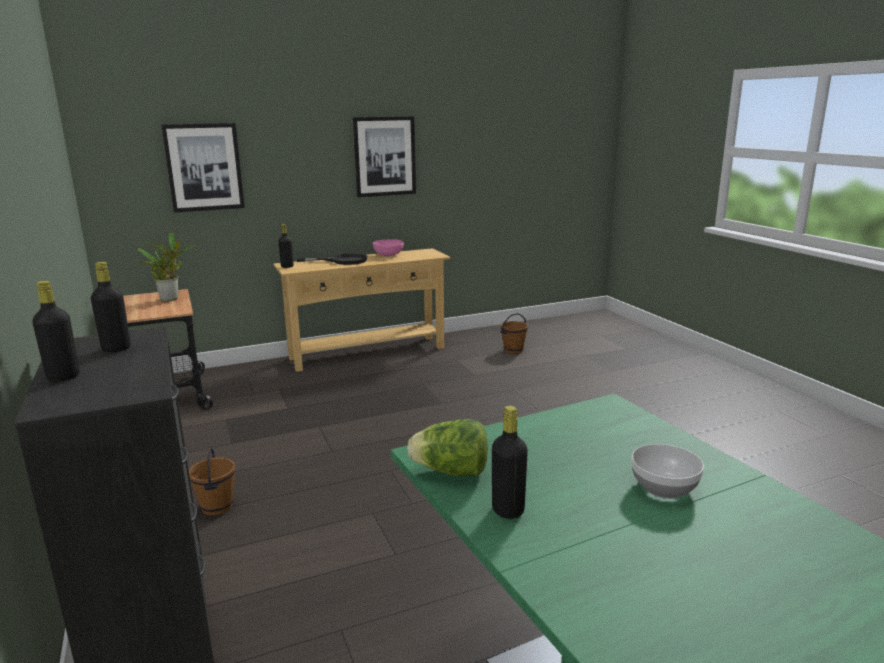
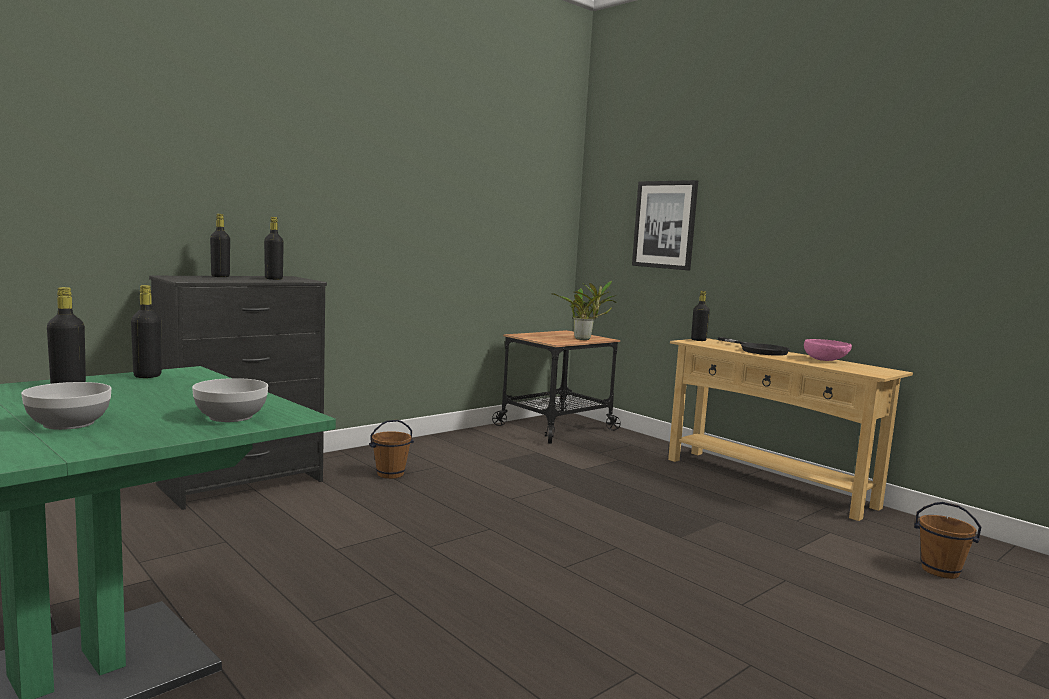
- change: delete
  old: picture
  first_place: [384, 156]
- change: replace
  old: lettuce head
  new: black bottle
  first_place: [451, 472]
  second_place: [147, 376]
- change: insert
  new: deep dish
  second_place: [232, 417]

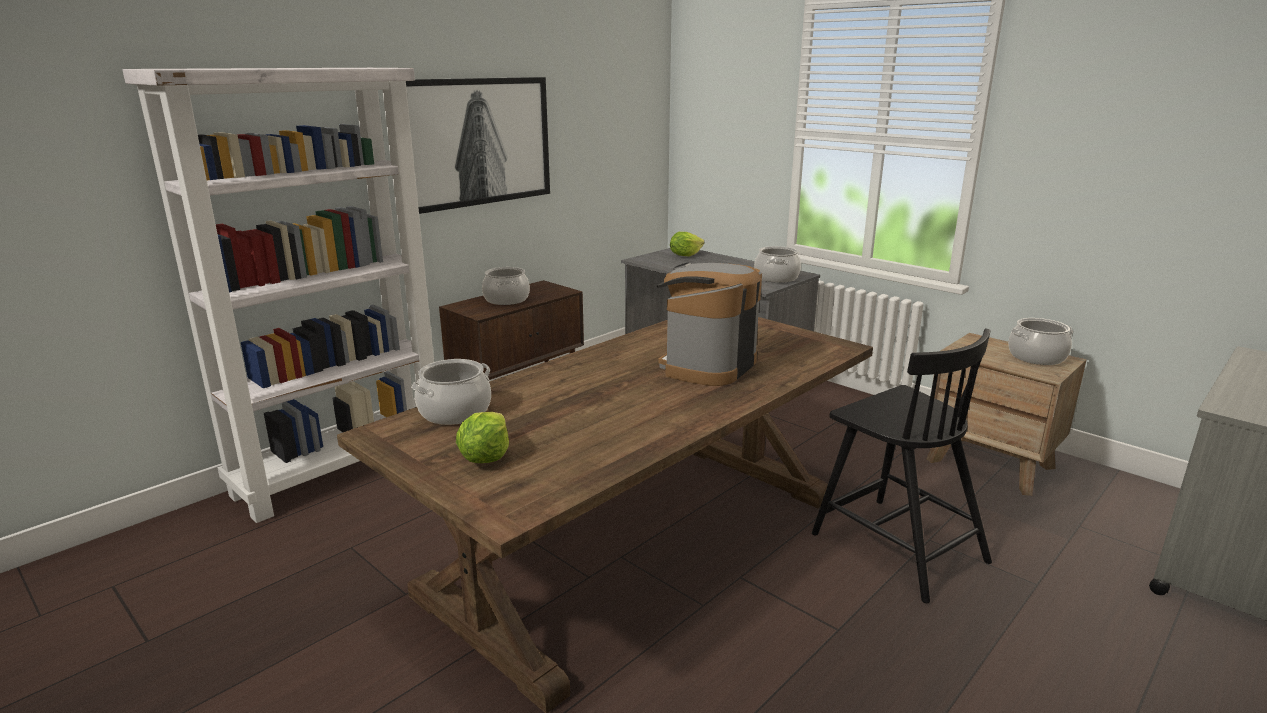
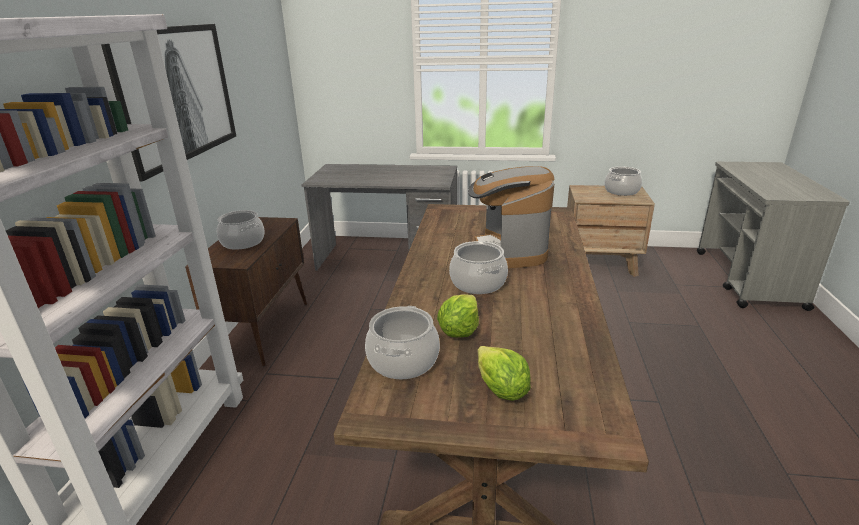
- change: move
  old: lettuce head
  first_place: [685, 255]
  second_place: [459, 330]
- change: move
  old: stockpot
  first_place: [776, 278]
  second_place: [477, 283]
- change: delete
  old: black plain chair
  first_place: [896, 546]

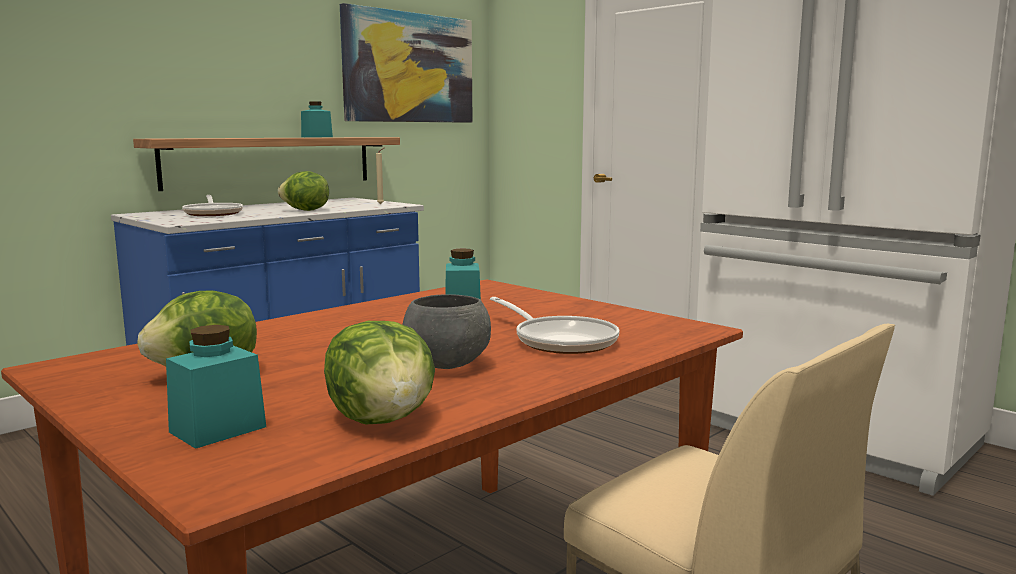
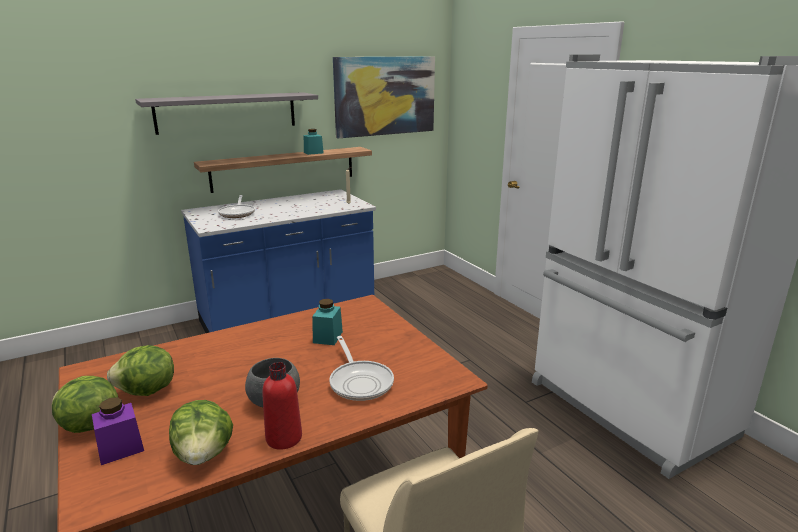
- change: move
  old: lettuce head
  first_place: [305, 210]
  second_place: [88, 426]
- change: recolor
  old: turquoise storage jar
  new: purple storage jar
  first_place: [218, 429]
  second_place: [121, 449]
- change: insert
  new: grey wall shelf
  second_place: [227, 112]
- change: insert
  new: red bottle
  second_place: [284, 438]

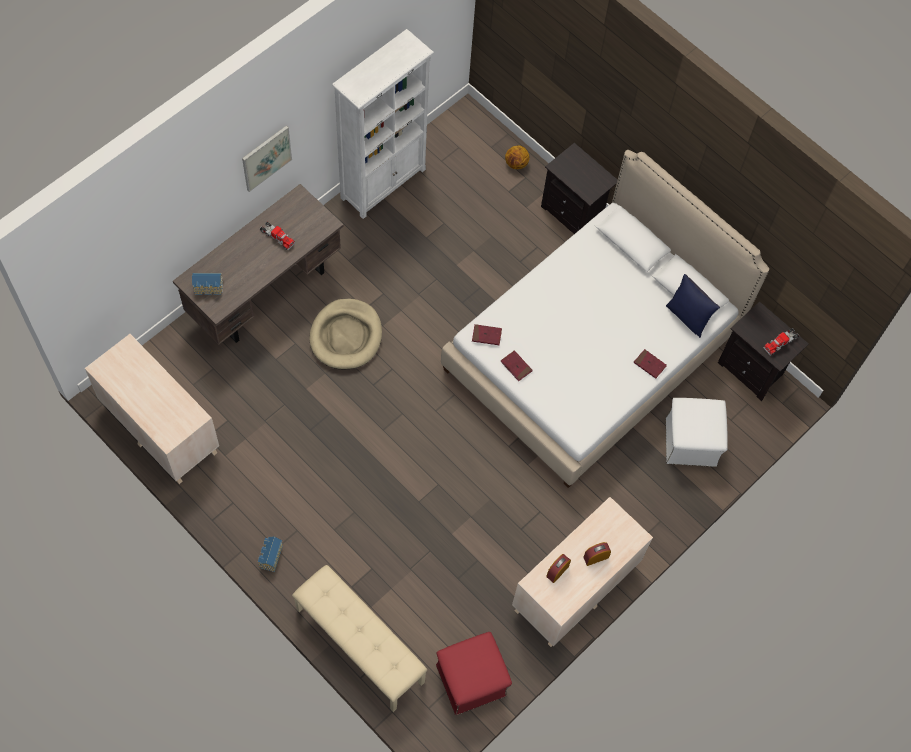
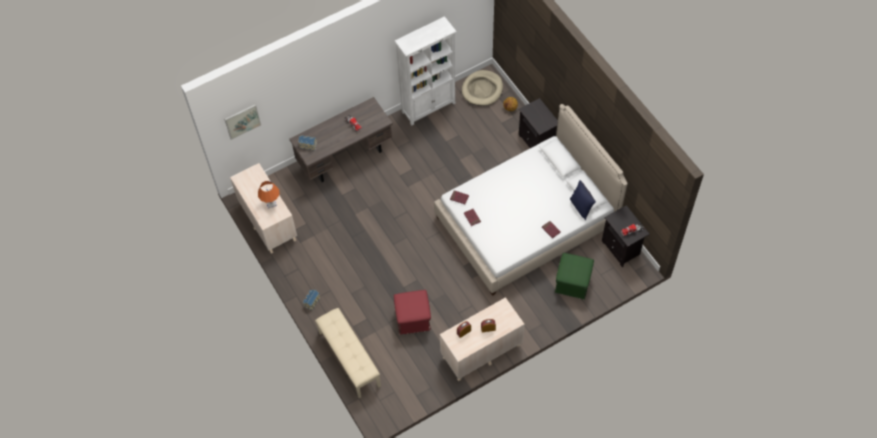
- change: move
  old: picture
  first_place: [266, 158]
  second_place: [242, 121]
- change: move
  old: sand-coloured dog cushion
  first_place: [346, 336]
  second_place: [482, 89]
- change: recolor
  old: white ottoman
  new: green-coloured ottoman
  first_place: [691, 442]
  second_place: [572, 283]
- change: move
  old: red ottoman
  first_place: [472, 680]
  second_place: [413, 319]
- change: insert
  new: orange-coloured table lamp
  second_place: [271, 203]

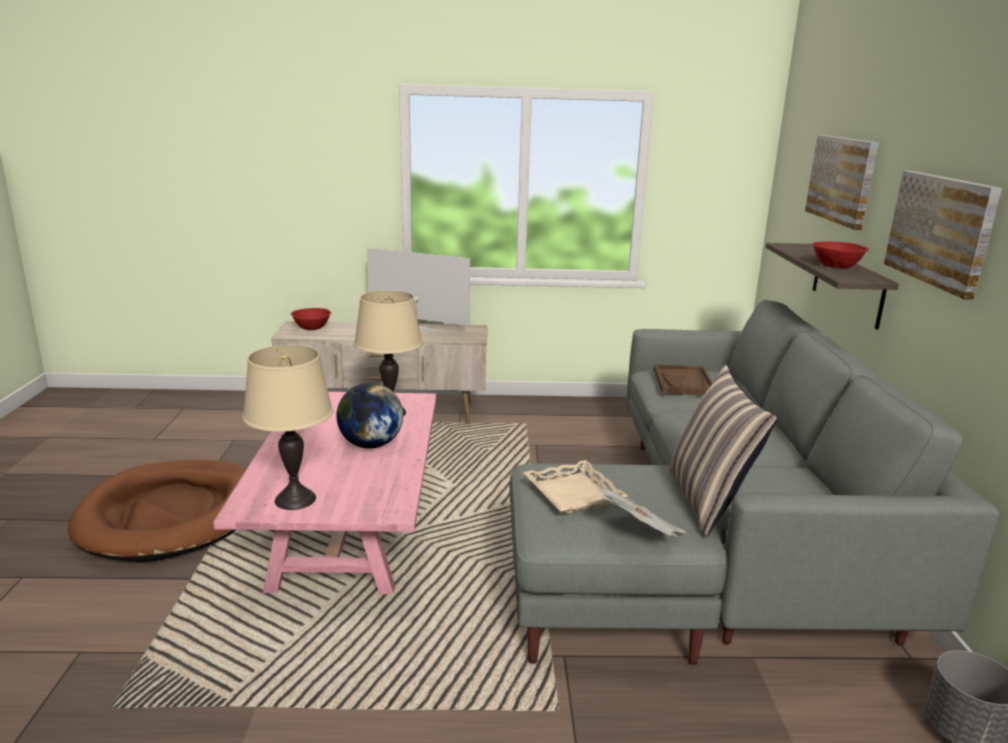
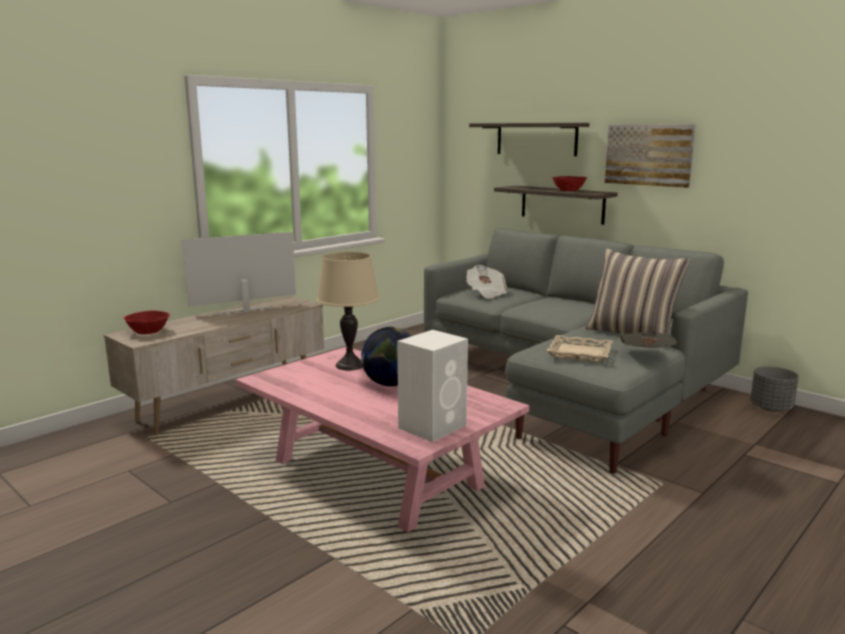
- change: replace
  old: picture
  new: wall shelf
  first_place: [842, 180]
  second_place: [536, 139]
- change: replace
  old: sand-coloured table lamp
  new: white speaker
  first_place: [295, 499]
  second_place: [433, 426]
- change: replace
  old: brownish serving tray
  new: printed paper
  first_place: [683, 382]
  second_place: [486, 293]
- change: delete
  old: brownish dog cushion
  first_place: [170, 515]

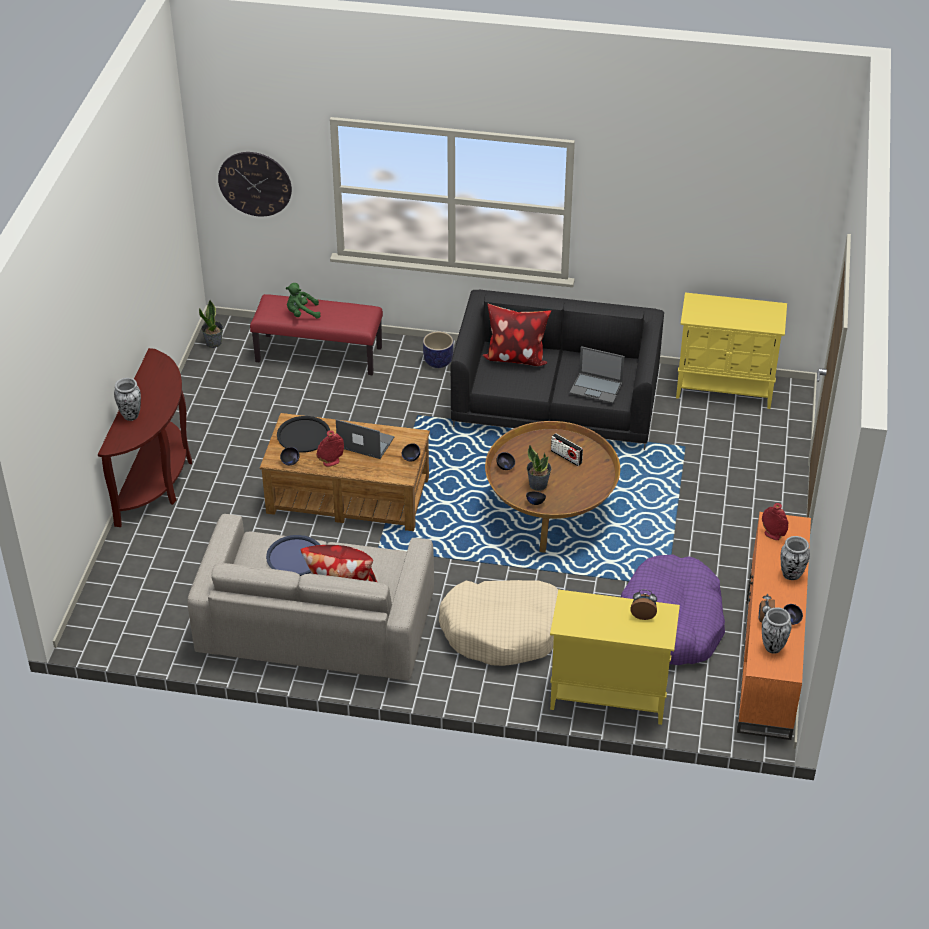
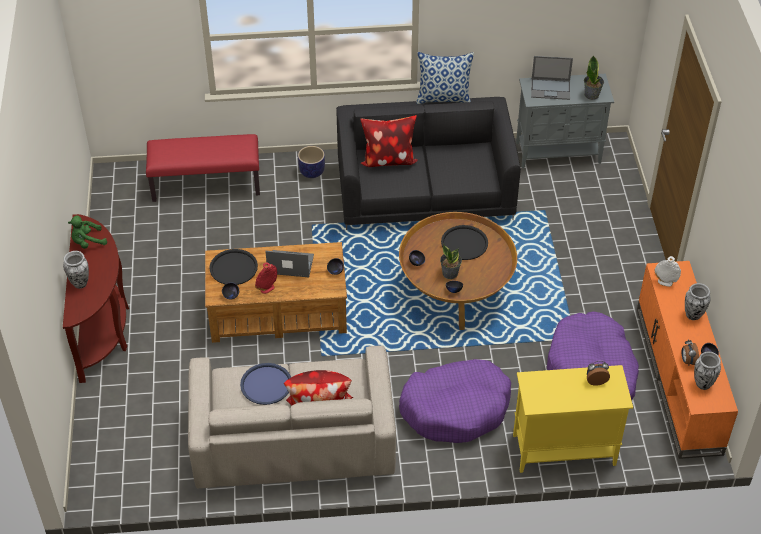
- change: delete
  old: wall clock
  first_place: [255, 183]
- change: move
  old: green-coloured cuddly toy
  first_place: [302, 313]
  second_place: [87, 242]
- change: recolor
  old: yellow storage cabinet
  new: grey storage cabinet
  first_place: [725, 389]
  second_place: [559, 152]
- change: move
  old: plant in a pot
  first_place: [214, 343]
  second_place: [592, 95]
- change: move
  old: notebook computer
  first_place: [596, 388]
  second_place: [551, 89]
- change: replace
  old: radio receiver
  new: black serving tray
  first_place: [566, 457]
  second_place: [464, 243]
- change: recolor
  old: red decorative vase
  new: white decorative vase
  first_place: [772, 535]
  second_place: [665, 282]
- change: recolor
  old: sand-coloured dog cushion
  new: purple dog cushion
  first_place: [504, 630]
  second_place: [456, 408]
- change: insert
  new: cushion
  second_place: [444, 98]

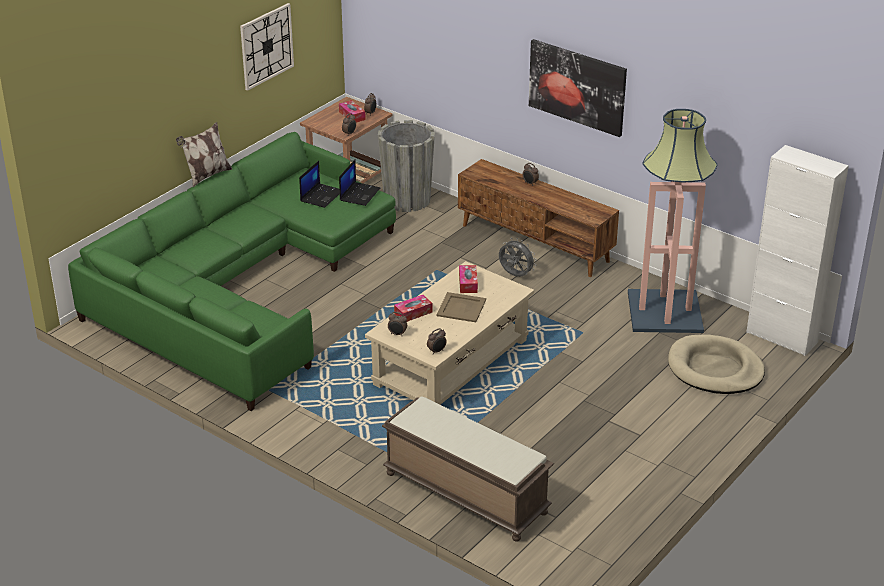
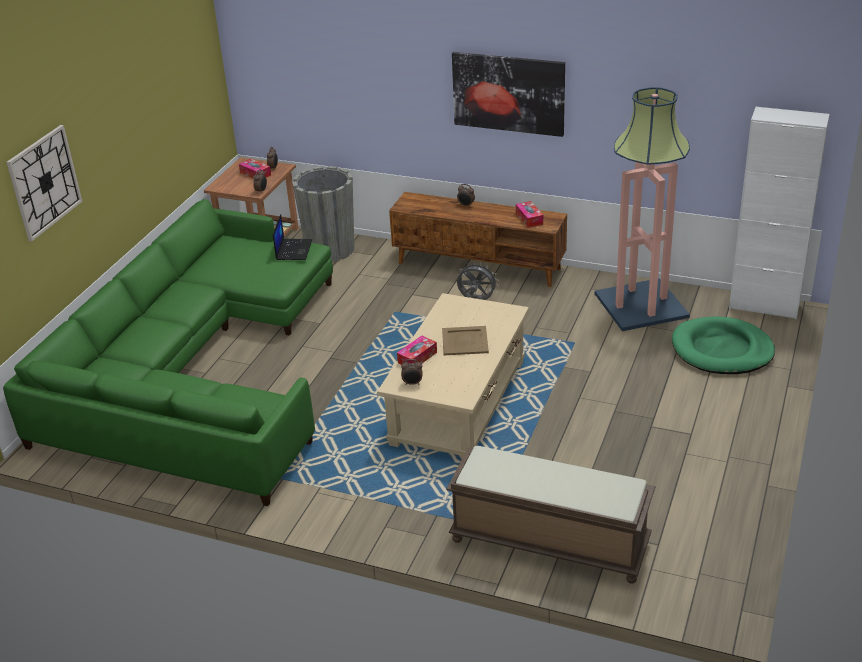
- change: move
  old: wall clock
  first_place: [266, 46]
  second_place: [44, 182]
- change: delete
  old: cushion
  first_place: [207, 175]
- change: delete
  old: notebook computer
  first_place: [321, 195]
- change: move
  old: tissue box
  first_place: [468, 283]
  second_place: [529, 219]
- change: delete
  old: bedside clock
  first_place: [437, 351]
- change: recolor
  old: sand-coloured dog cushion
  new: green-coloured dog cushion
  first_place: [715, 369]
  second_place: [722, 350]

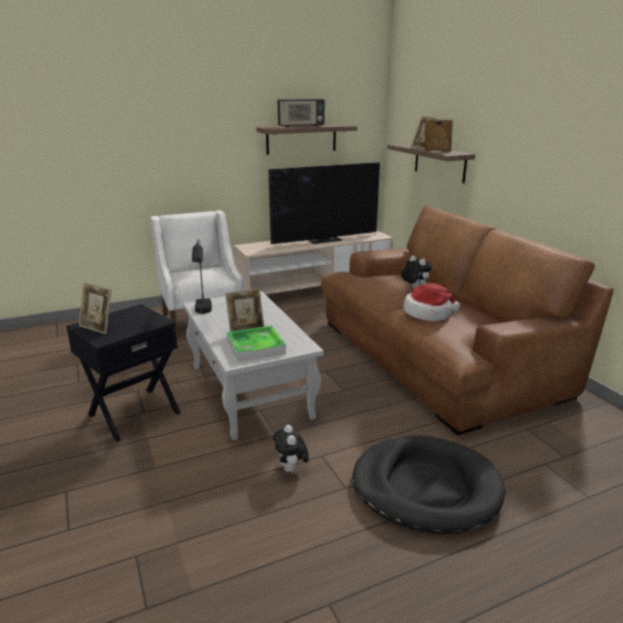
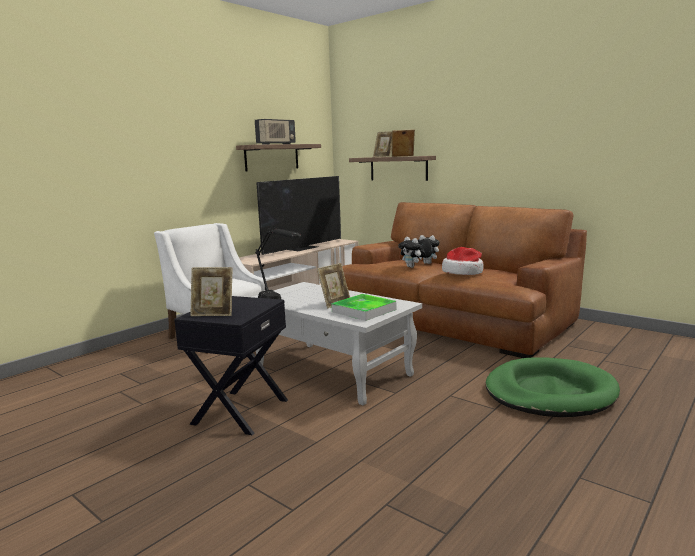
- change: move
  old: cuddly toy
  first_place: [291, 469]
  second_place: [412, 267]
- change: recolor
  old: black dog cushion
  new: green-coloured dog cushion
  first_place: [426, 487]
  second_place: [549, 393]

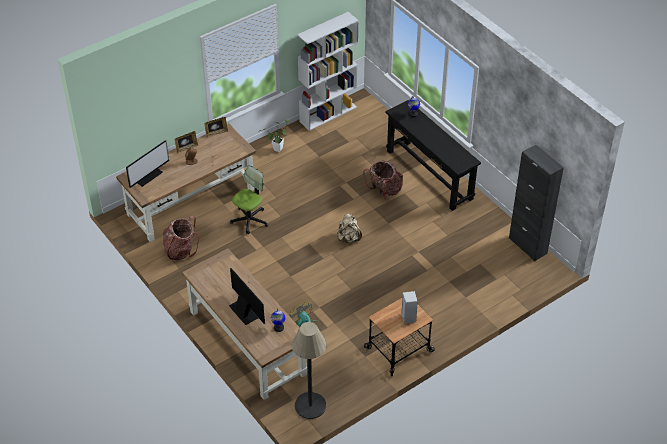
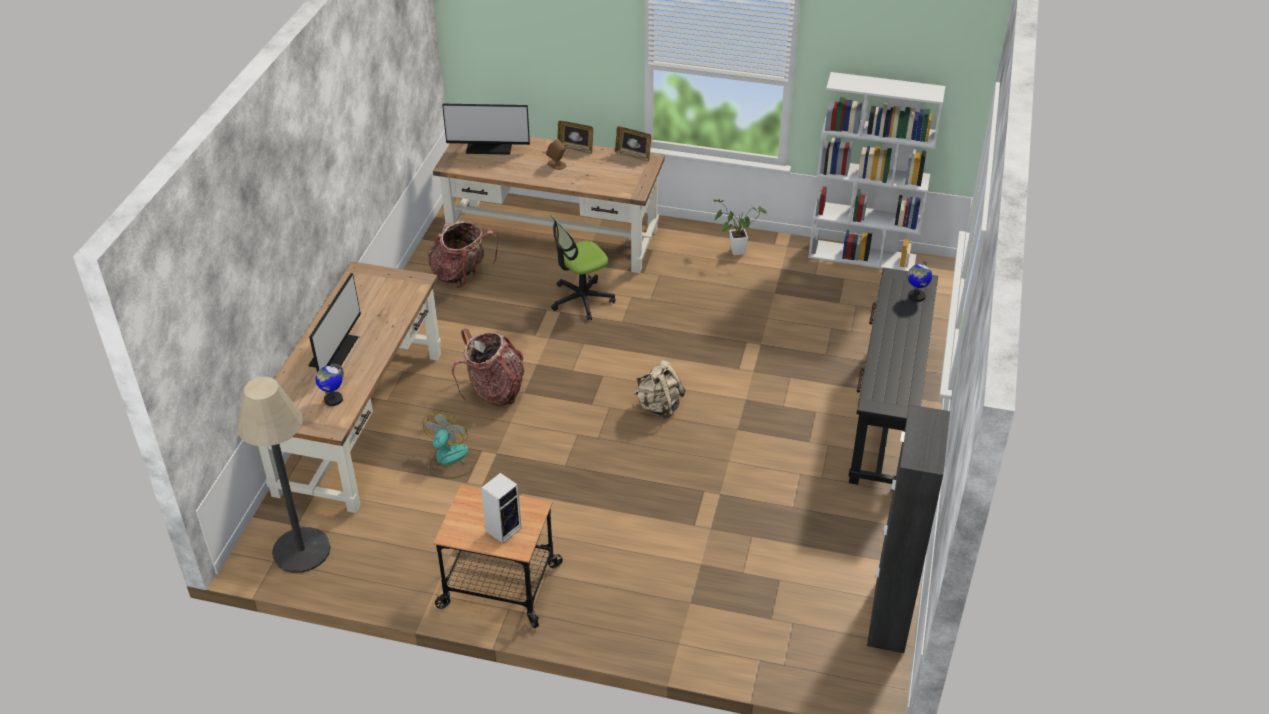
- change: move
  old: rucksack
  first_place: [384, 190]
  second_place: [494, 391]
- change: rotate
  old: computer chair
  first_place: [249, 220]
  second_place: [581, 299]
  degrees: 150

